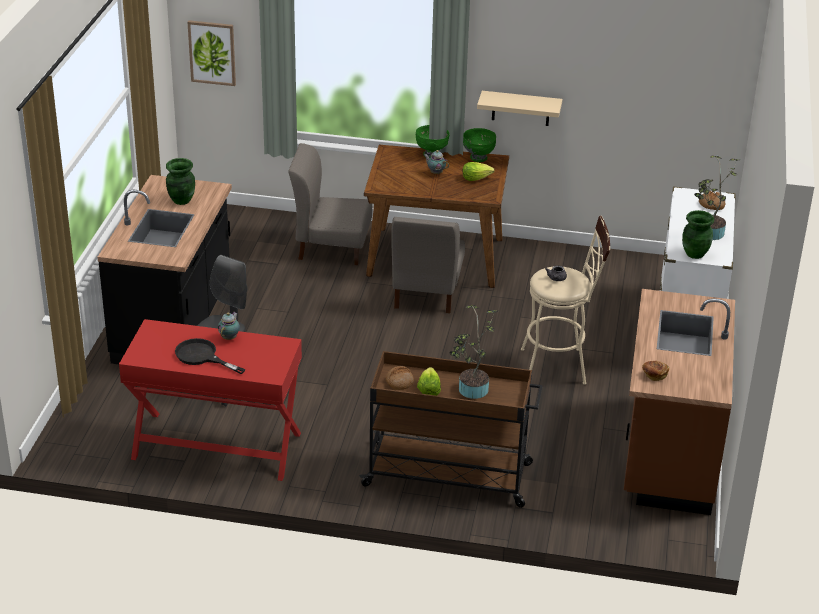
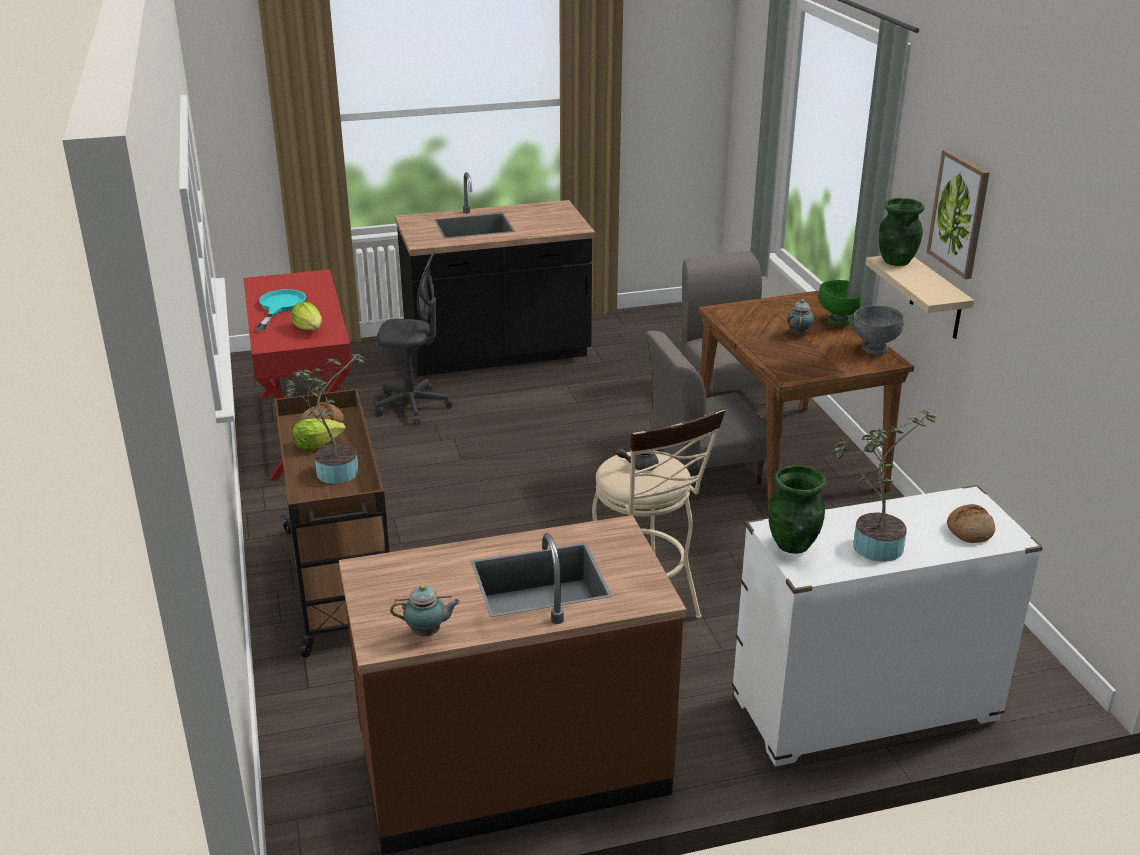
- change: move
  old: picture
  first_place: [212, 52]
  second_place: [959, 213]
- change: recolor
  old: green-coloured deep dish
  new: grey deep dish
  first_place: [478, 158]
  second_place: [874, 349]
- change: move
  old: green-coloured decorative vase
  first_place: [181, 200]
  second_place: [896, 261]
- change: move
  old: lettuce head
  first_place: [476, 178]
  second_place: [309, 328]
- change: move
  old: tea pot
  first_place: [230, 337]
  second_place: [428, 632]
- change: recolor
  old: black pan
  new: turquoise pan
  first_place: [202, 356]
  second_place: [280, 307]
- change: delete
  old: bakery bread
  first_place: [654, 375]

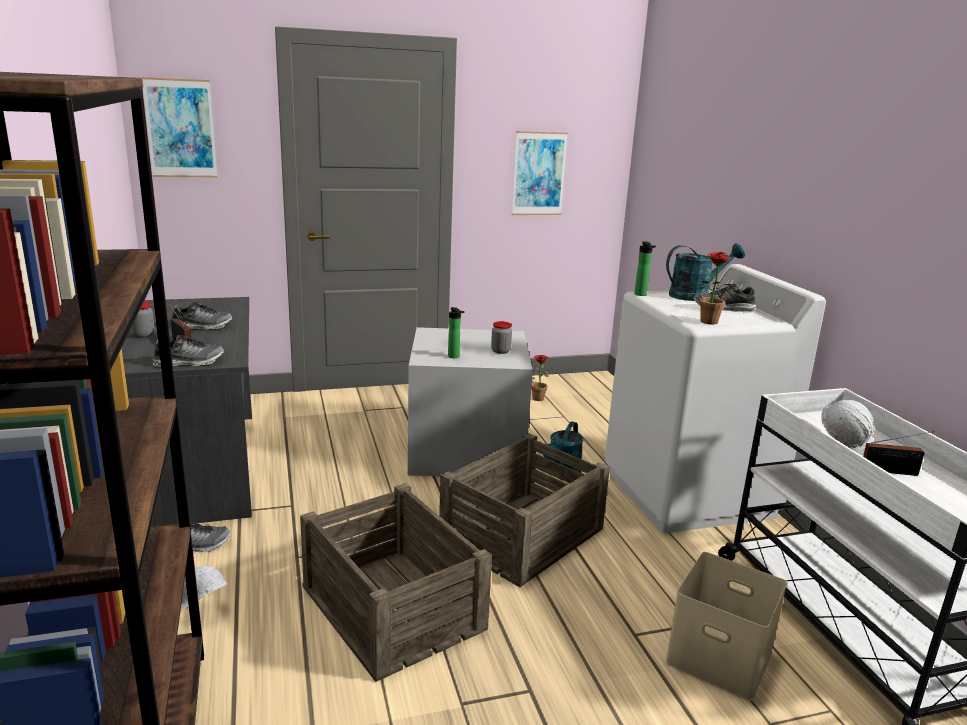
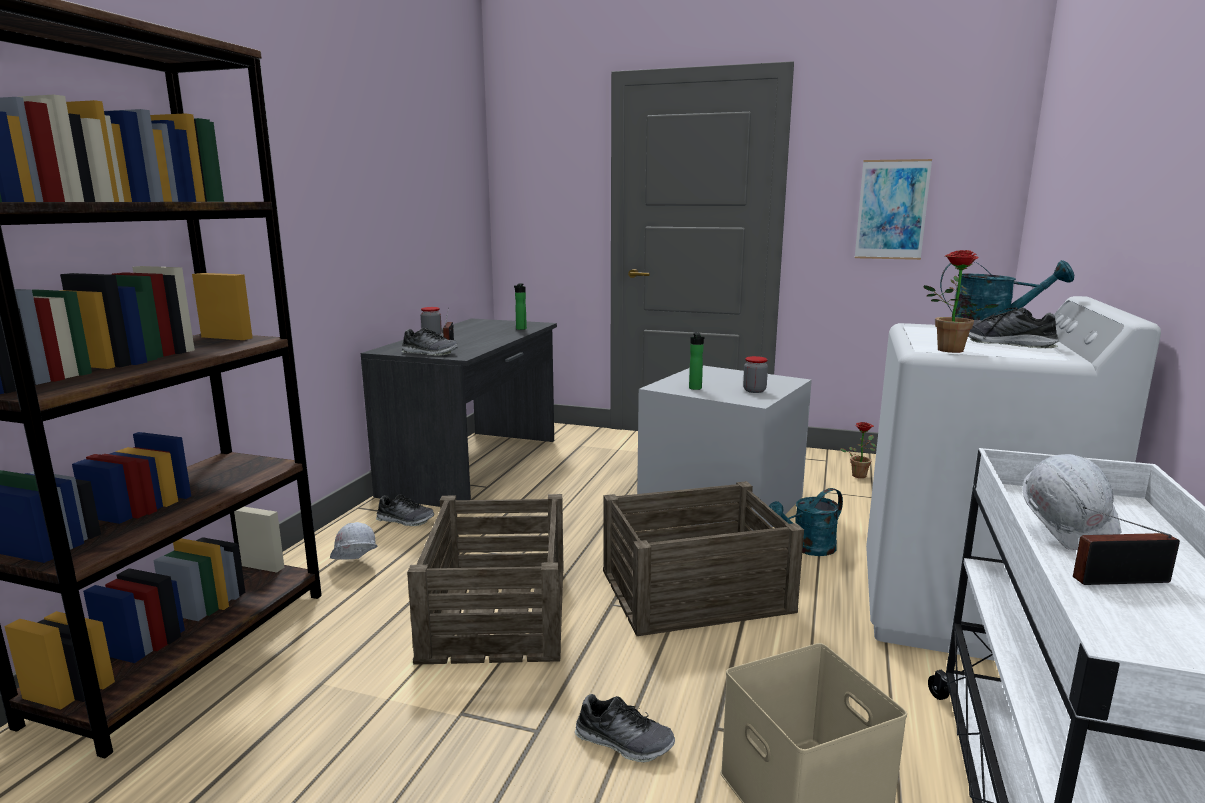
- change: delete
  old: picture
  first_place: [181, 128]
- change: move
  old: bottle
  first_place: [641, 295]
  second_place: [520, 329]
- change: move
  old: shoe
  first_place: [202, 326]
  second_place: [624, 742]
- change: rotate
  old: radio receiver
  first_place: [892, 471]
  second_place: [1114, 579]
  degrees: 135

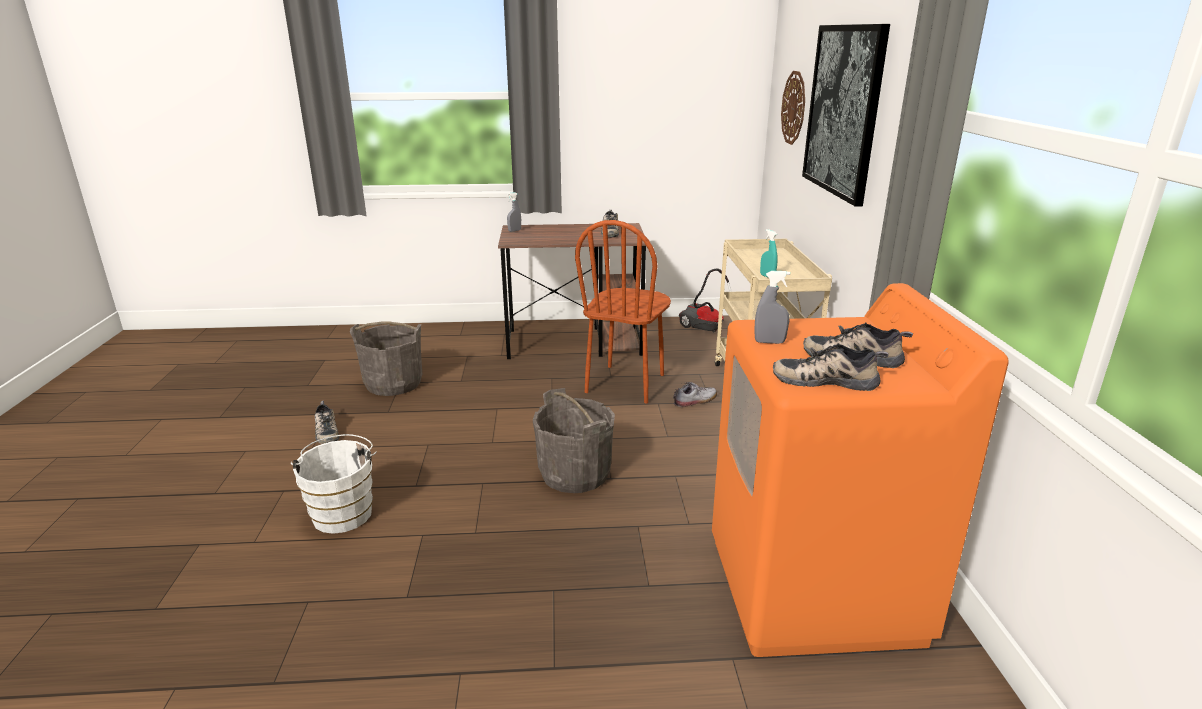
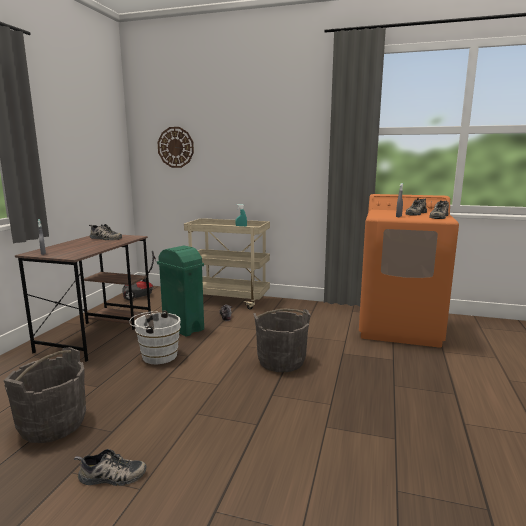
- change: delete
  old: picture
  first_place: [843, 111]
- change: replace
  old: brownish plain chair
  new: green-coloured trash can
  first_place: [626, 383]
  second_place: [183, 328]
- change: move
  old: white water bucket
  first_place: [343, 512]
  second_place: [157, 356]

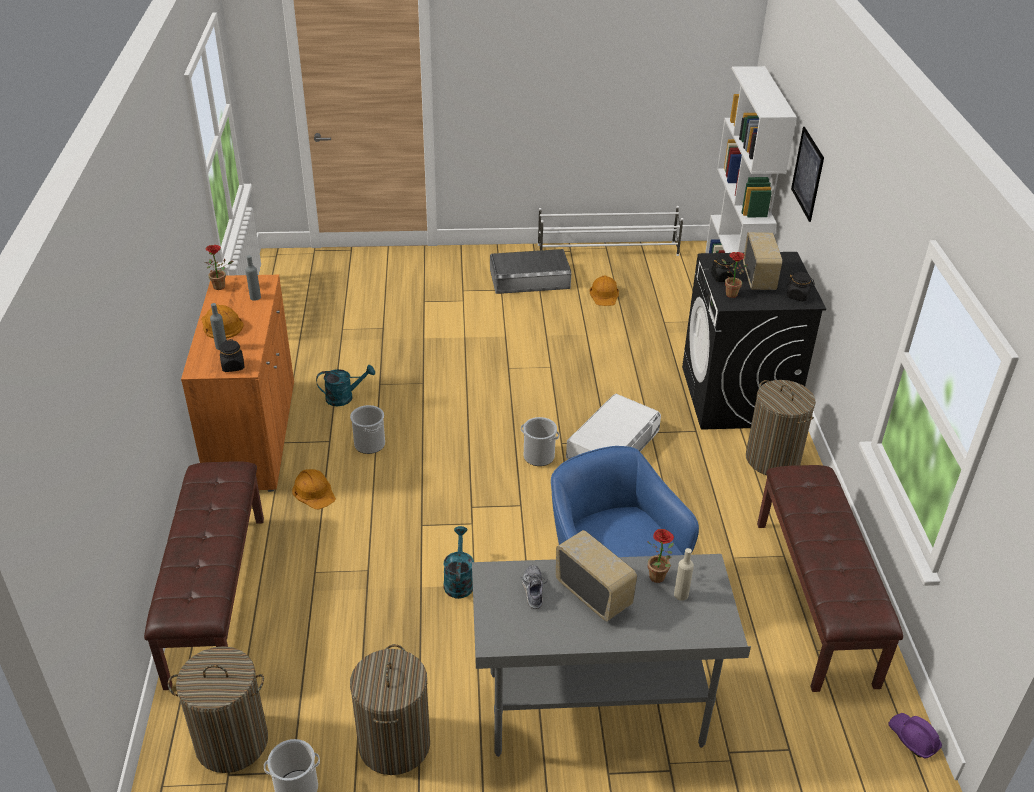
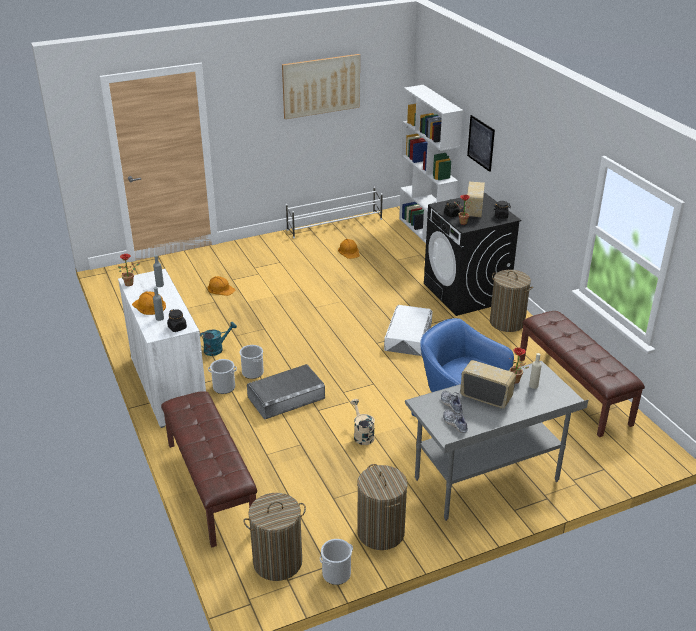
- change: rotate
  old: radio receiver
  first_place: [759, 278]
  second_place: [473, 211]
  degrees: -150
- change: move
  old: grey storage box
  first_place: [529, 279]
  second_place: [286, 397]
- change: recolor
  old: orange-coloured storage cabinet
  new: white storage cabinet
  first_place: [253, 435]
  second_place: [168, 386]
- change: move
  old: water bucket
  first_place: [538, 456]
  second_place: [224, 387]
- change: move
  old: orange-coloured safety helmet
  first_place: [314, 492]
  second_place: [221, 289]
- change: recolor
  old: turquoise watering pot
  new: sand-coloured watering pot
  first_place: [459, 580]
  second_place: [362, 435]
- change: delete
  old: purple safety helmet
  first_place: [913, 739]
- change: insert
  new: picture
  second_place: [321, 86]
- change: insert
  new: shoe
  second_place: [455, 424]

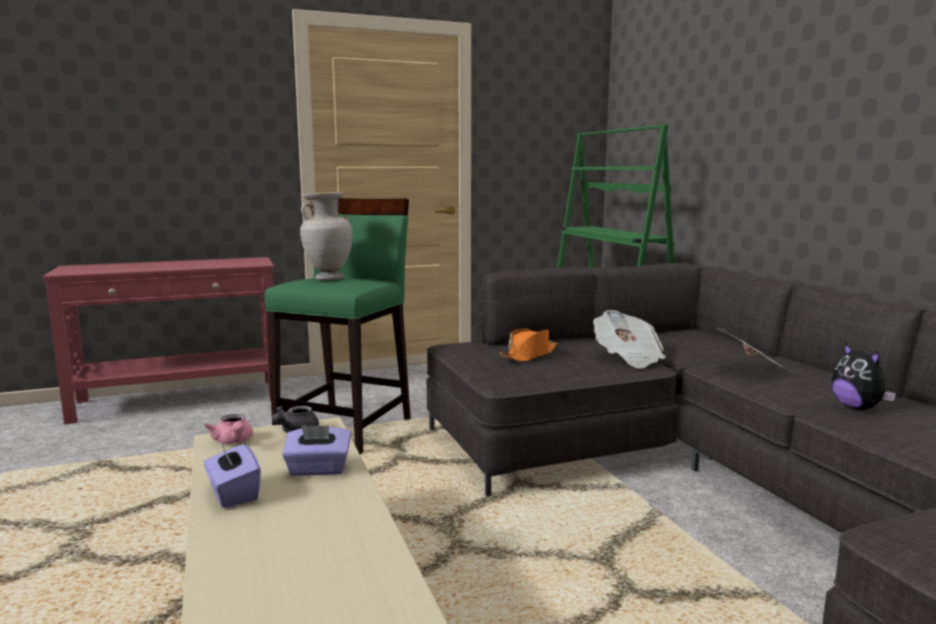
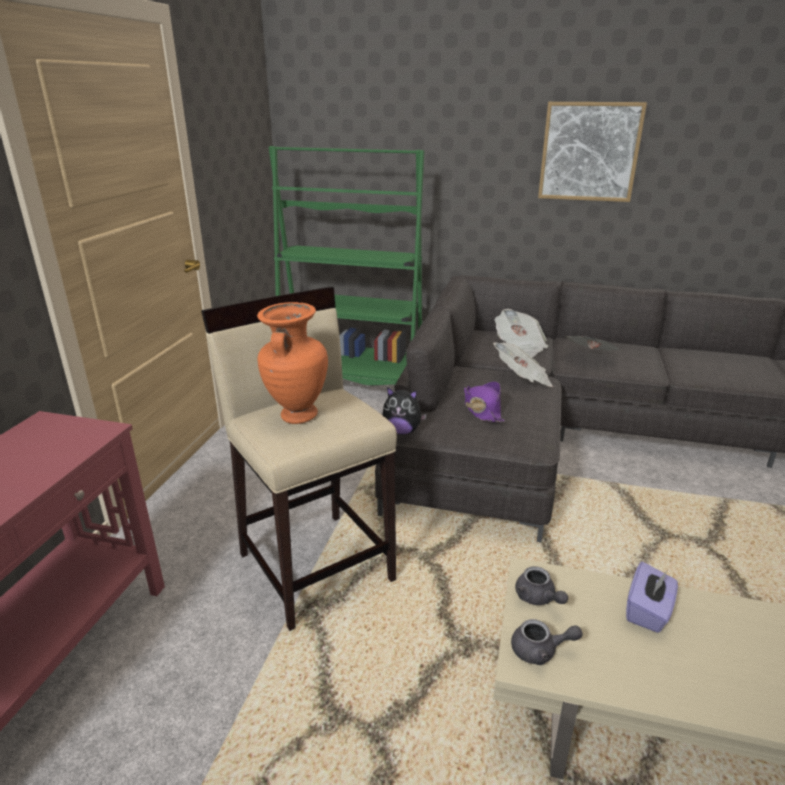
- change: recolor
  old: sand-coloured decorative vase
  new: orange-coloured decorative vase
  first_place: [328, 278]
  second_place: [297, 416]
- change: recolor
  old: green-coloured stool
  new: sand-coloured stool
  first_place: [346, 428]
  second_place: [316, 565]
- change: recolor
  old: orange-coloured wearable hat
  new: purple wearable hat
  first_place: [529, 355]
  second_place: [482, 409]
- change: move
  old: cuddly toy
  first_place: [857, 408]
  second_place: [402, 431]
- change: recolor
  old: pink-coloured tea pot
  new: grey tea pot
  first_place: [233, 441]
  second_place: [540, 651]
- change: delete
  old: purple tissue box
  first_place: [233, 494]
- change: insert
  new: picture
  second_place: [589, 152]
- change: insert
  new: printed paper
  second_place: [519, 347]

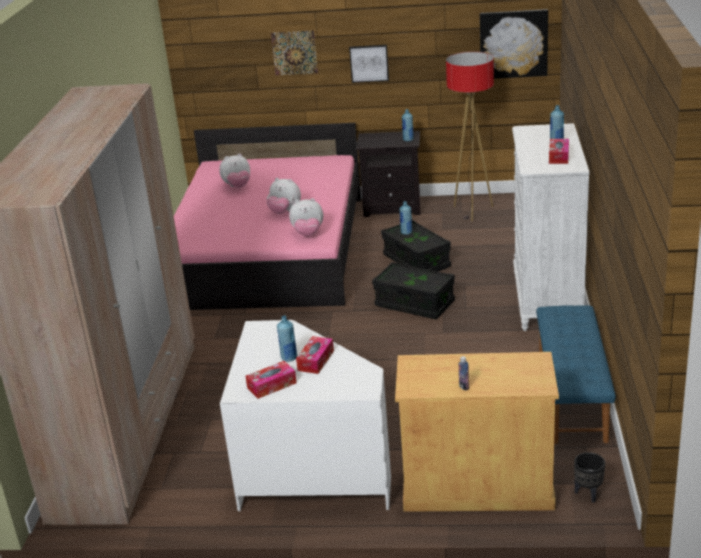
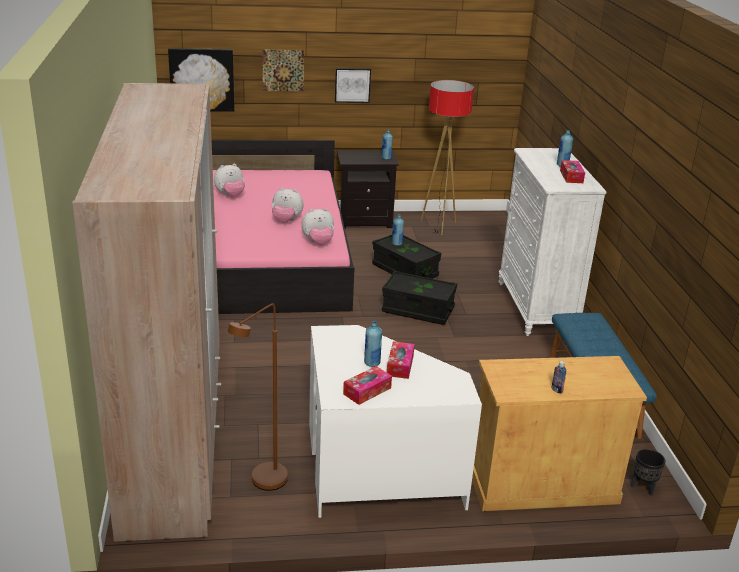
- change: move
  old: picture
  first_place: [513, 44]
  second_place: [202, 79]
- change: insert
  new: brownish floor lamp
  second_place: [263, 484]

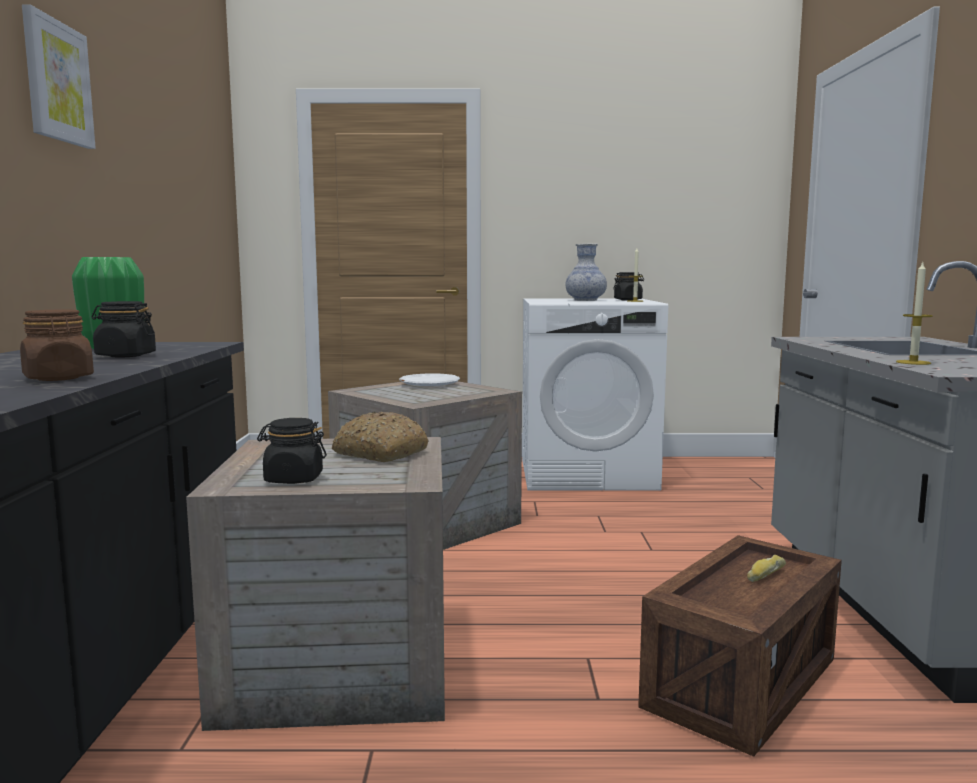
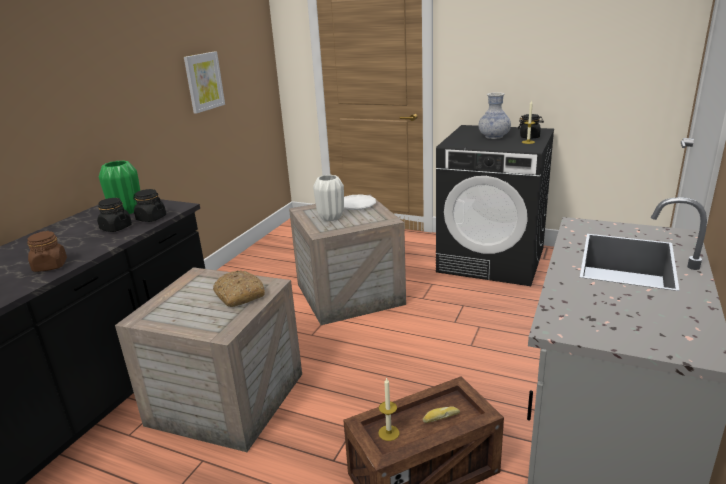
- change: move
  old: picture
  first_place: [57, 82]
  second_place: [203, 82]
- change: move
  old: wax light
  first_place: [913, 362]
  second_place: [388, 433]
- change: recolor
  old: white laundry machine
  new: black laundry machine
  first_place: [587, 473]
  second_place: [492, 260]
- change: move
  old: black storage jar
  first_place: [293, 479]
  second_place: [151, 218]
- change: insert
  new: white decorative vase
  second_place: [331, 218]

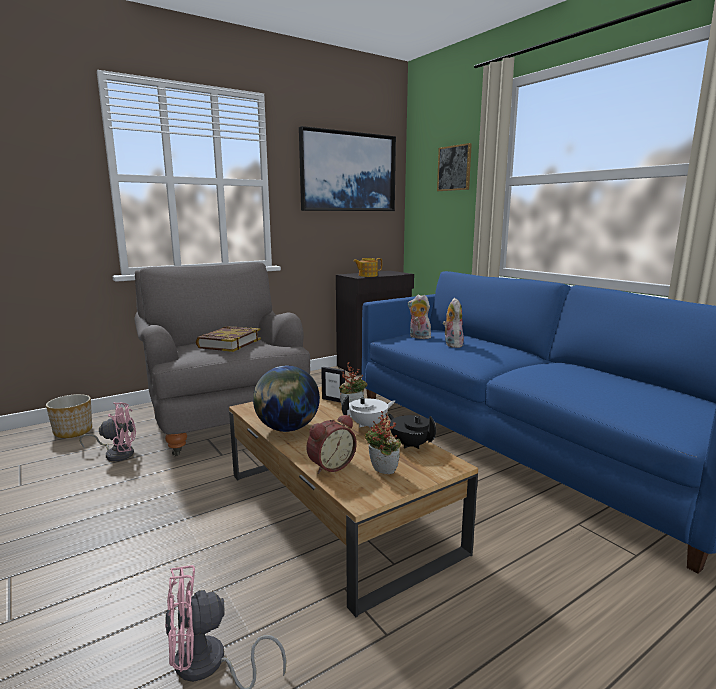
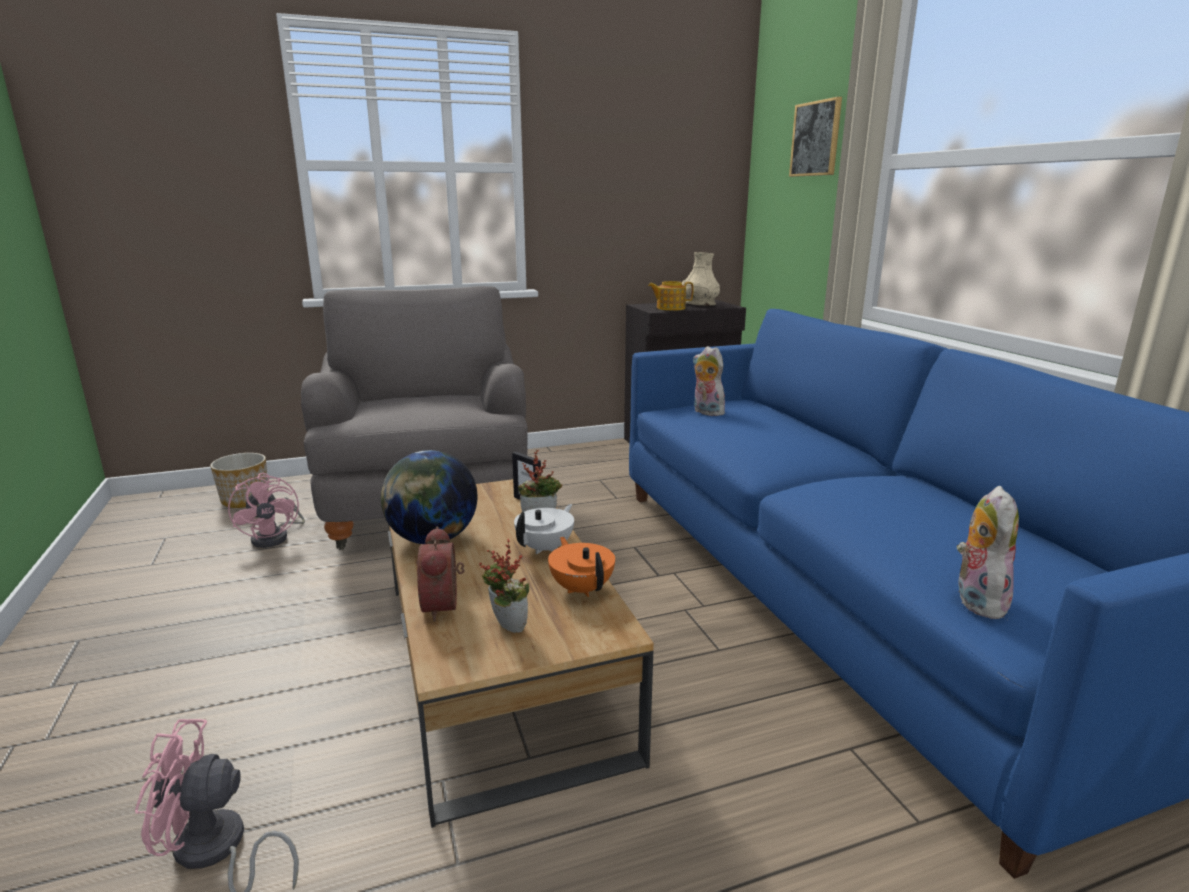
- change: delete
  old: picture
  first_place: [348, 172]
- change: move
  old: cuddly toy
  first_place: [452, 344]
  second_place: [975, 600]
- change: delete
  old: book
  first_place: [229, 343]
- change: rotate
  old: white tea pot
  first_place: [368, 425]
  second_place: [546, 548]
  degrees: -45
- change: rotate
  old: pink-coloured cooling fan
  first_place: [116, 454]
  second_place: [276, 537]
  degrees: 60
- change: recolor
  old: black tea pot
  new: orange-coloured tea pot
  first_place: [410, 444]
  second_place: [582, 588]
- change: rotate
  old: bedside clock
  first_place: [330, 465]
  second_place: [445, 605]
  degrees: 105
- change: insert
  new: sand-coloured decorative vase
  second_place: [699, 304]

